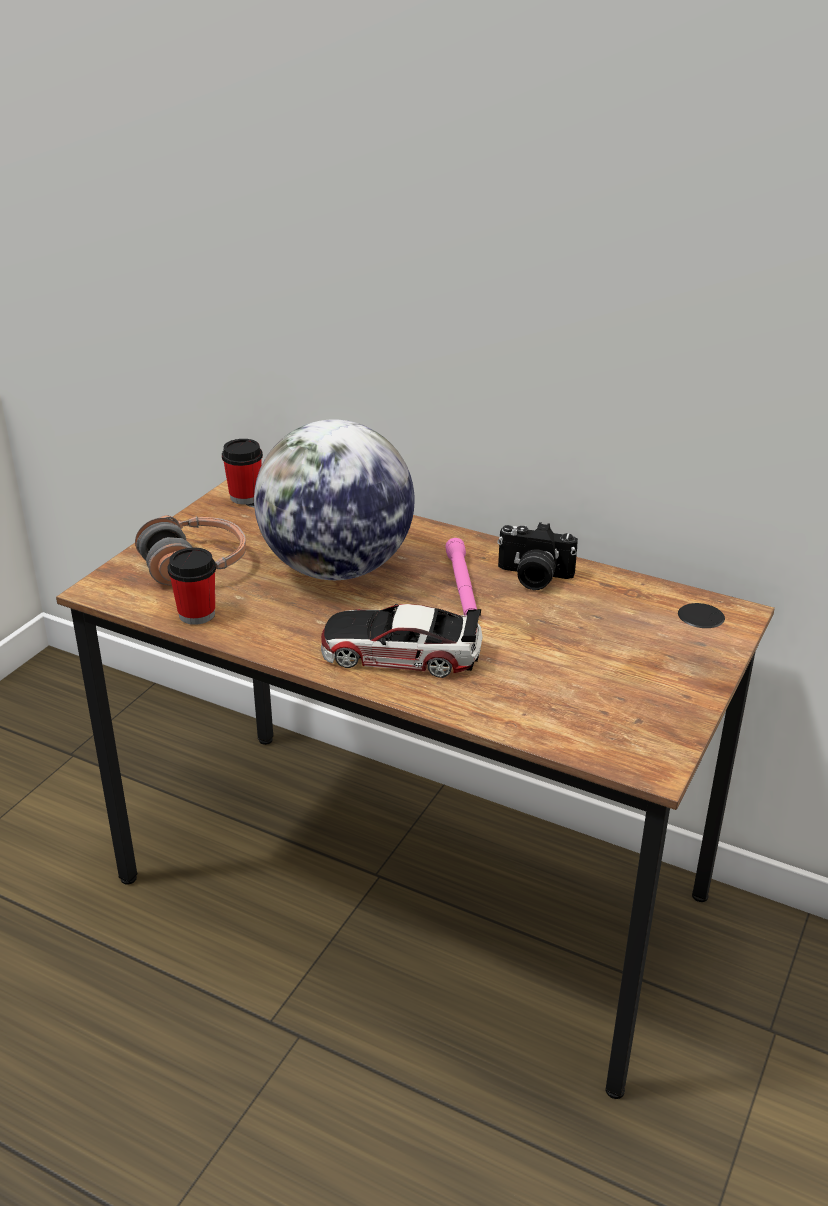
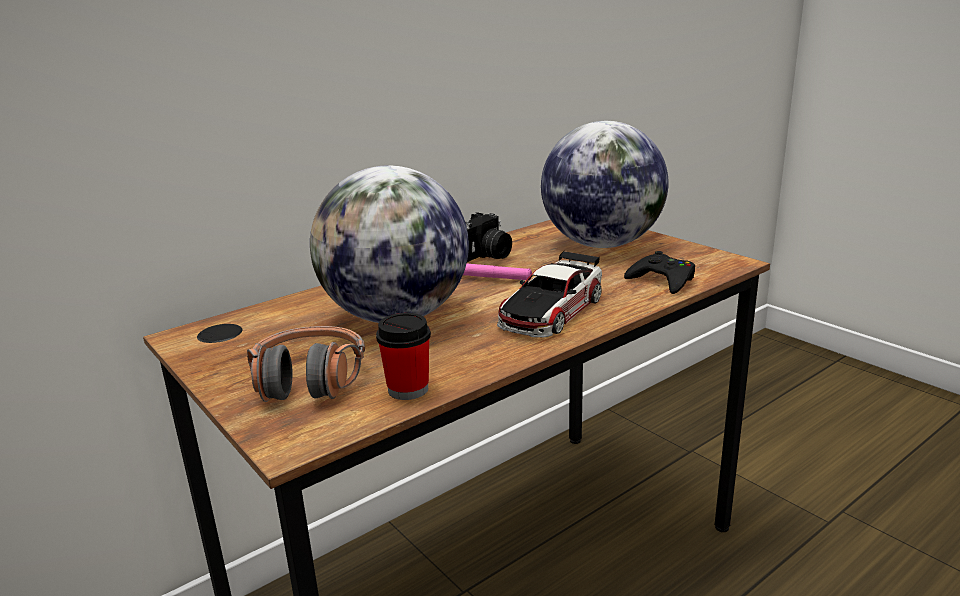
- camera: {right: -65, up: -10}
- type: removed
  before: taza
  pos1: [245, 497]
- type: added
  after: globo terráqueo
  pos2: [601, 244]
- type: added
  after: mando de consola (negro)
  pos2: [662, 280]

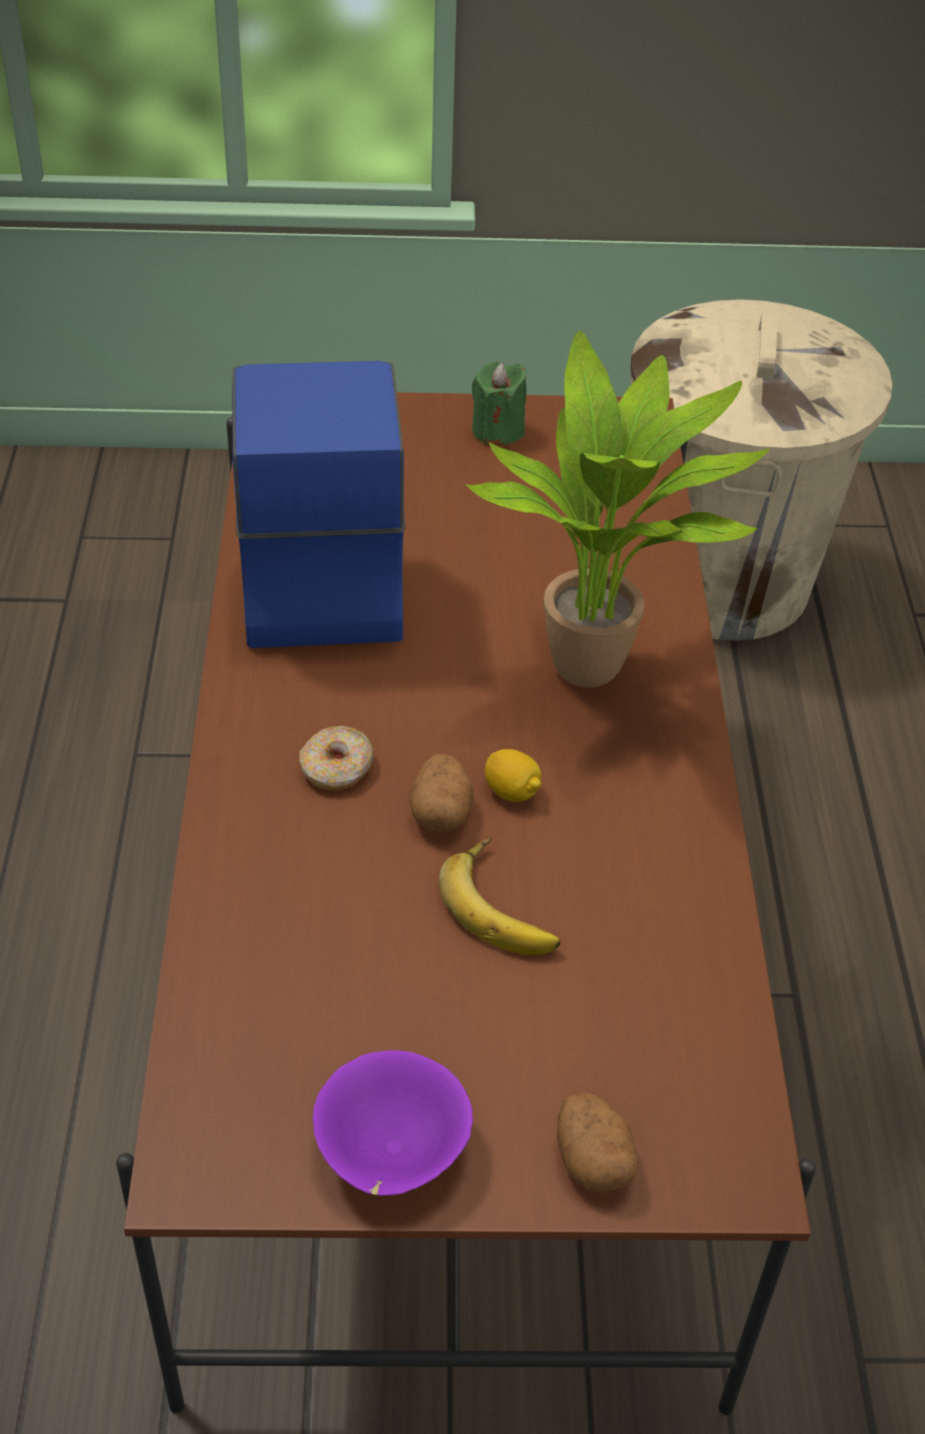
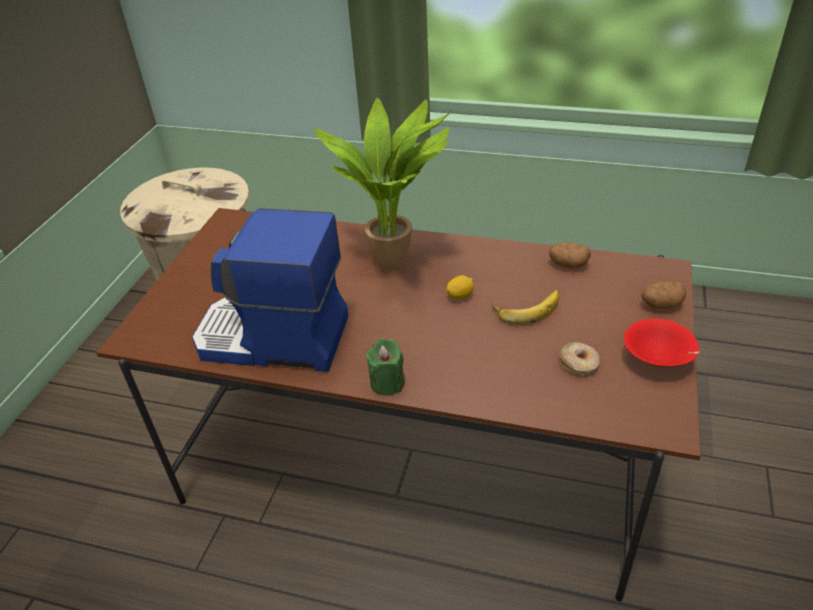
- camera: {right: -70, up: -5}
- type: moved
  before: rosquilla
  pos1: [337, 768]
  pos2: [579, 364]
- type: recoloured
  before: cuenco (morado)
  after: cuenco (rojo)
  pos1: [390, 1153]
  pos2: [657, 361]
- type: moved
  before: patata
  pos1: [441, 812]
  pos2: [568, 264]
- type: moved
  before: vela (verde)
  pos1: [498, 431]
  pos2: [387, 383]

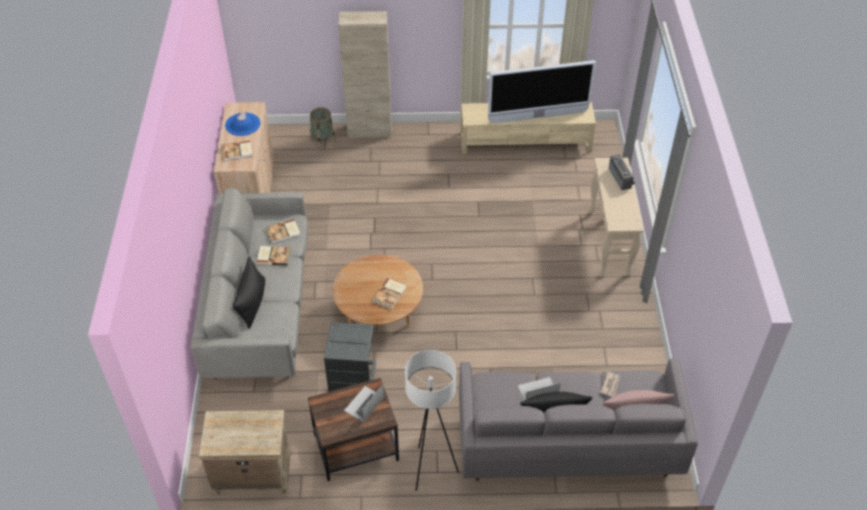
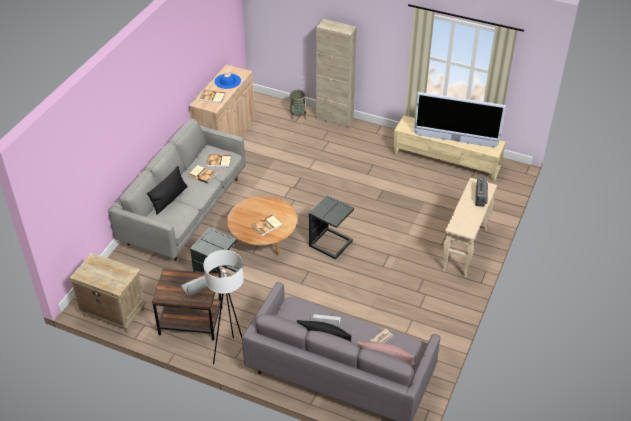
- camera: {right: 25, up: -5}
- type: added
  after: mesa auxiliar (gris)
  pos2: [331, 244]

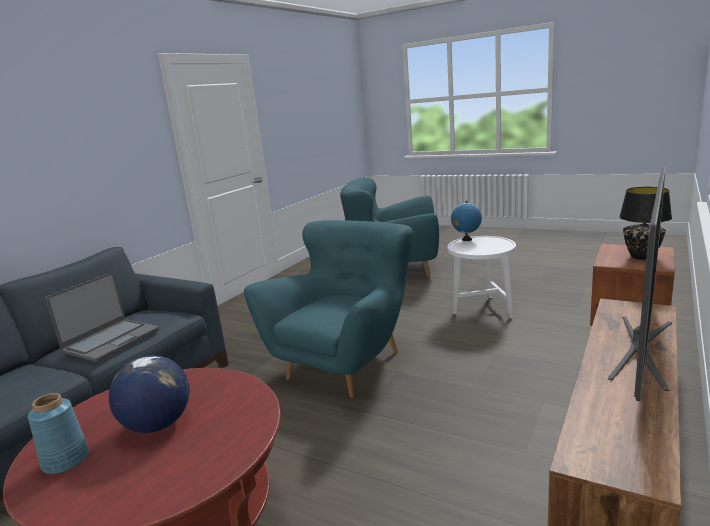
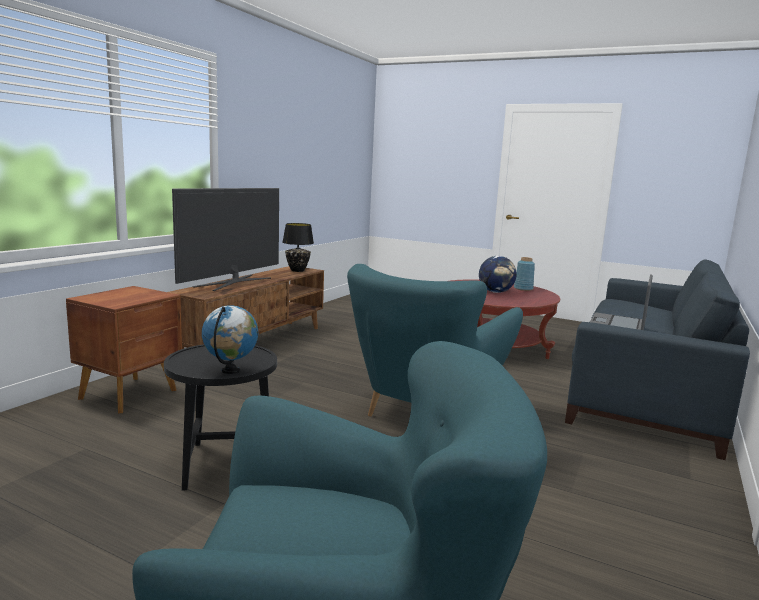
- camera: {right: 175, up: -5}
- type: recoloured
  before: mesa auxiliar (blanco)
  after: mesa auxiliar (negro)
  pos1: [482, 309]
  pos2: [223, 463]
- type: moved
  before: lámpara de mesa (negro)
  pos1: [641, 257]
  pos2: [298, 270]

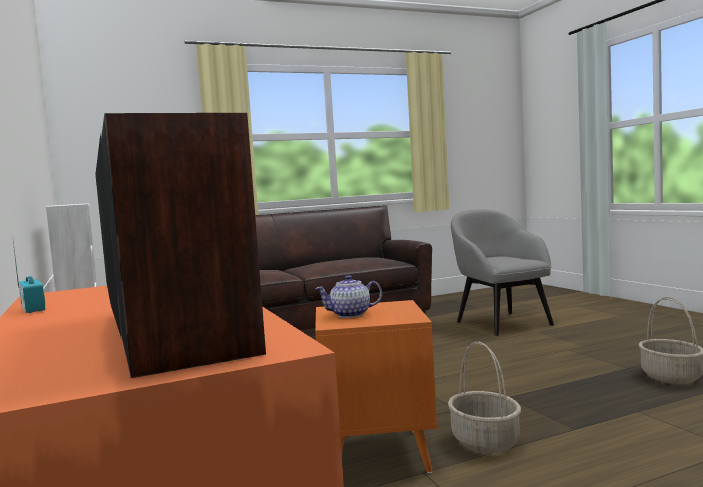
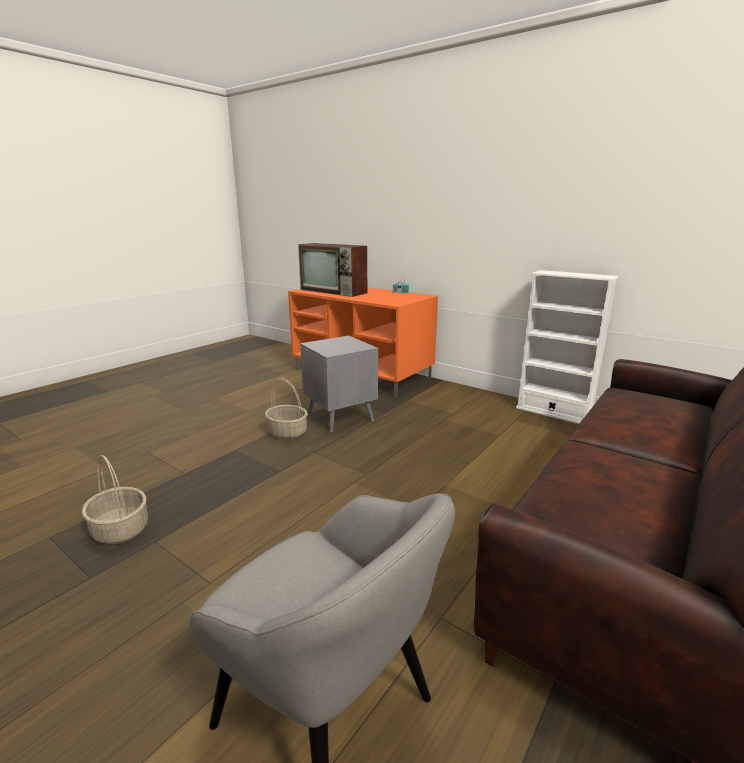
- camera: {right: 150, up: 15}
- type: removed
  before: tetera
  pos1: [351, 314]
- type: recoloured
  before: mesa auxiliar (naranja)
  after: mesa auxiliar (gris)
  pos1: [377, 454]
  pos2: [340, 417]

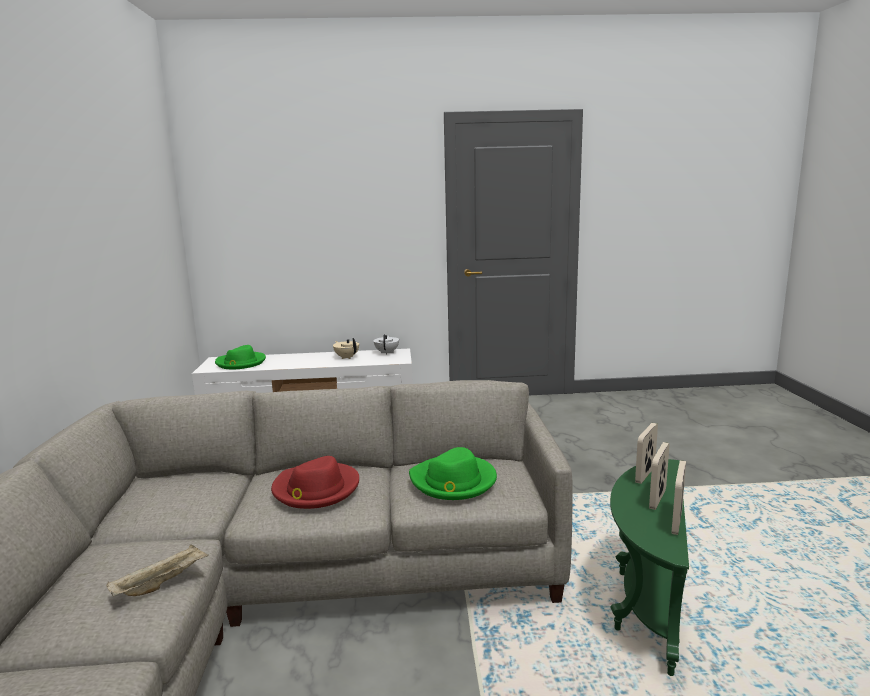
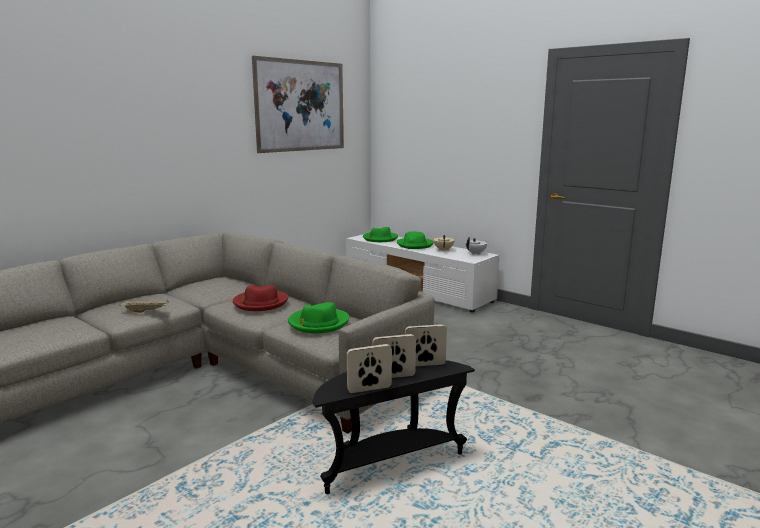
- camera: {right: 45, up: 0}
- type: recoloured
  before: mesa auxiliar (verde)
  after: mesa auxiliar (negro)
  pos1: [645, 605]
  pos2: [389, 463]
- type: added
  after: cuadro
  pos2: [301, 106]
- type: added
  after: sombrero (verde)
  pos2: [415, 245]

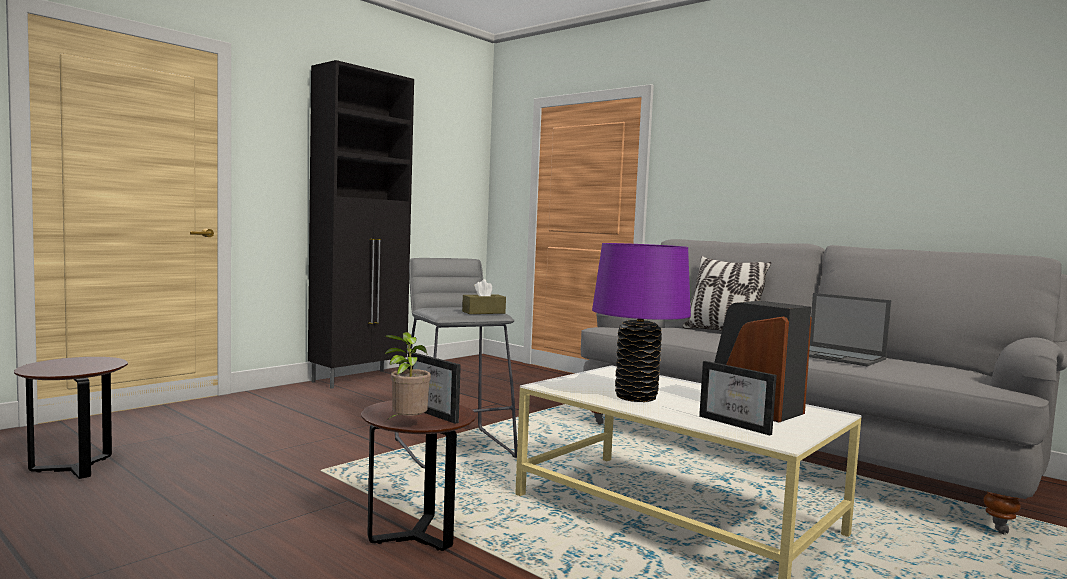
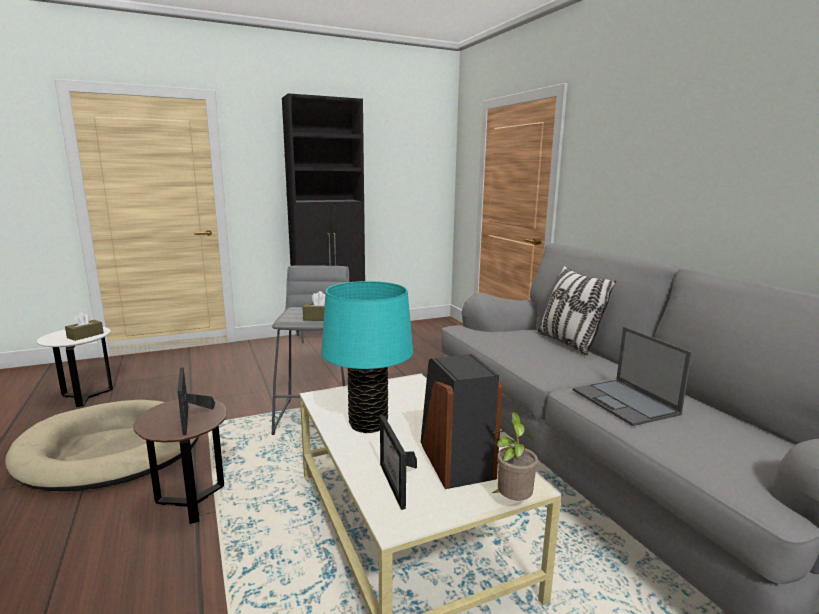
- camera: {right: 25, up: 10}
- type: recoloured
  before: mesa auxiliar (marrón)
  after: mesa auxiliar (blanco)
  pos1: [75, 469]
  pos2: [85, 397]
- type: moved
  before: planta en maceta
  pos1: [407, 424]
  pos2: [511, 501]
- type: recoloured
  before: lámpara de mesa (morado)
  after: lámpara de mesa (turquesa)
  pos1: [636, 397]
  pos2: [368, 424]
- type: added
  after: cama para perro (beis)
  pos2: [111, 450]
- type: added
  after: caja de pañuelos (marrón)
  pos2: [85, 335]

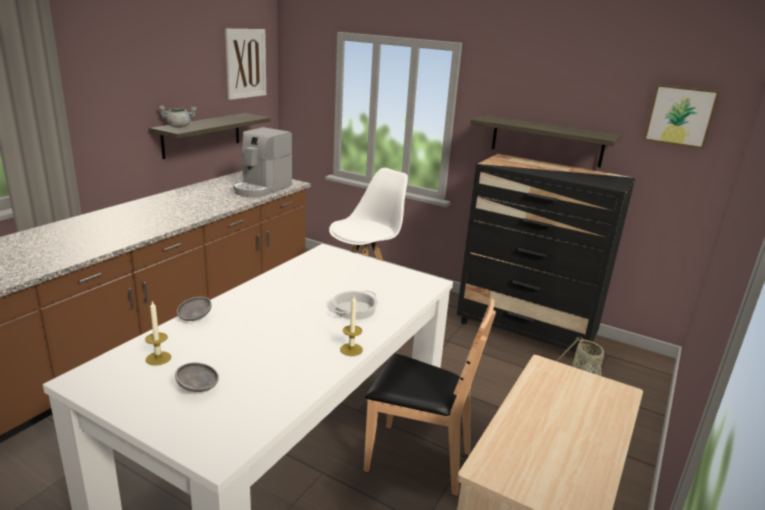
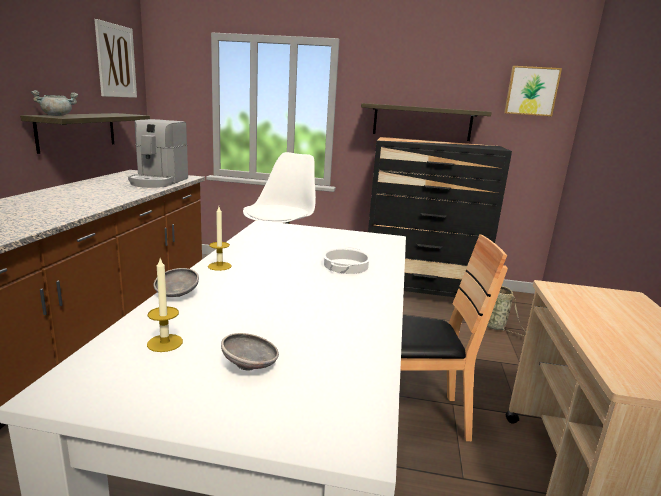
- camera: {right: -20, up: -5}
- type: moved
  before: vela
  pos1: [351, 349]
  pos2: [219, 266]

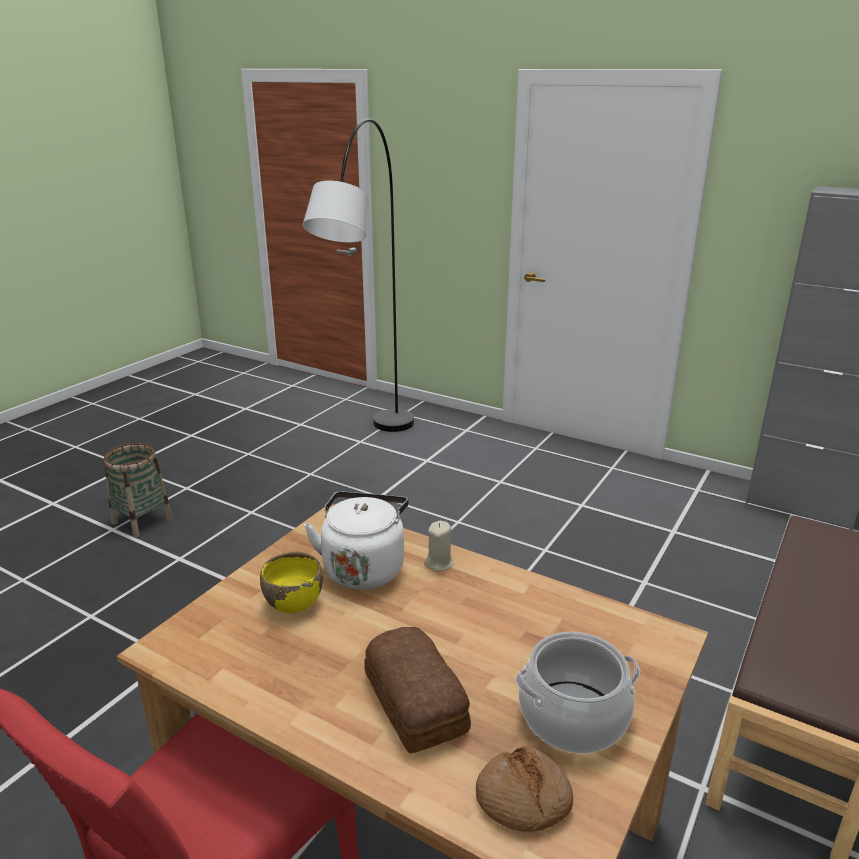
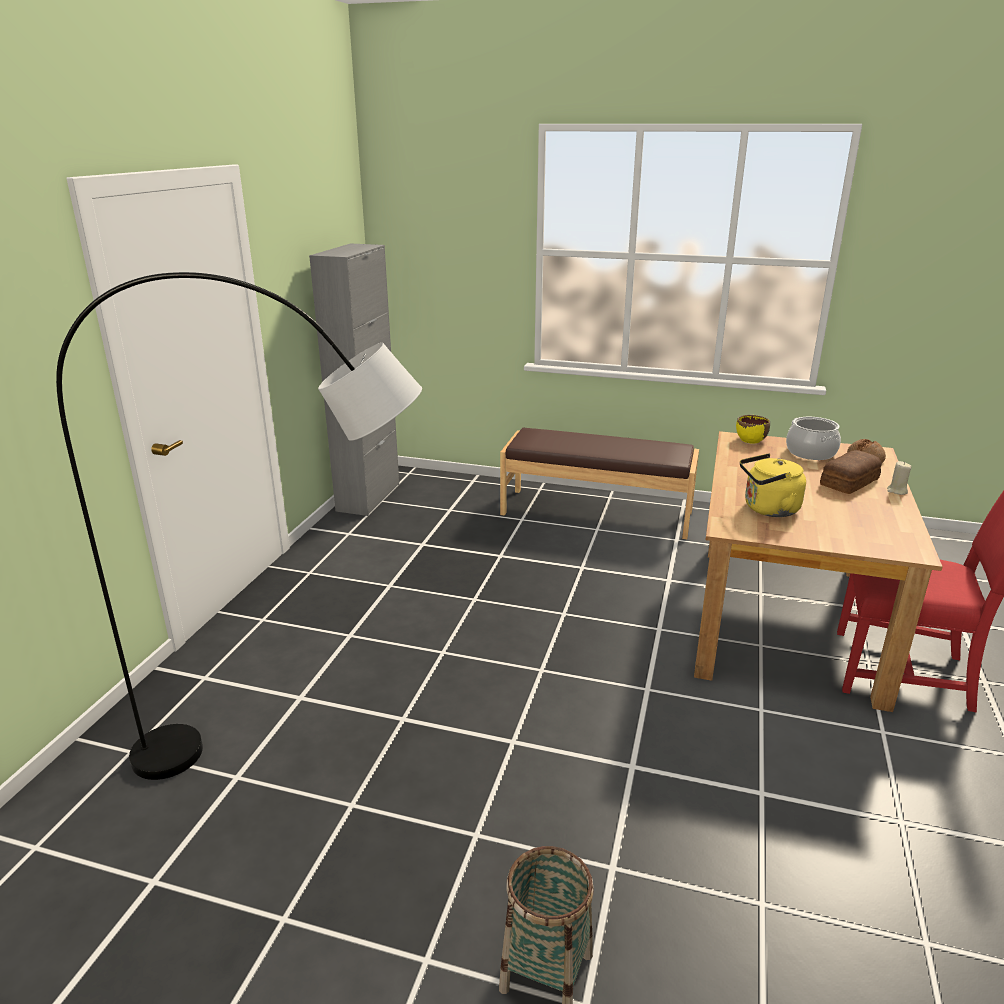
- camera: {right: -105, up: 0}
- type: moved
  before: cuenco (amarillo)
  pos1: [293, 602]
  pos2: [750, 440]
- type: recoloured
  before: hervidor (blanco)
  after: hervidor (amarillo)
  pos1: [364, 567]
  pos2: [768, 509]
- type: moved
  before: vela (beis)
  pos1: [439, 563]
  pos2: [897, 491]

